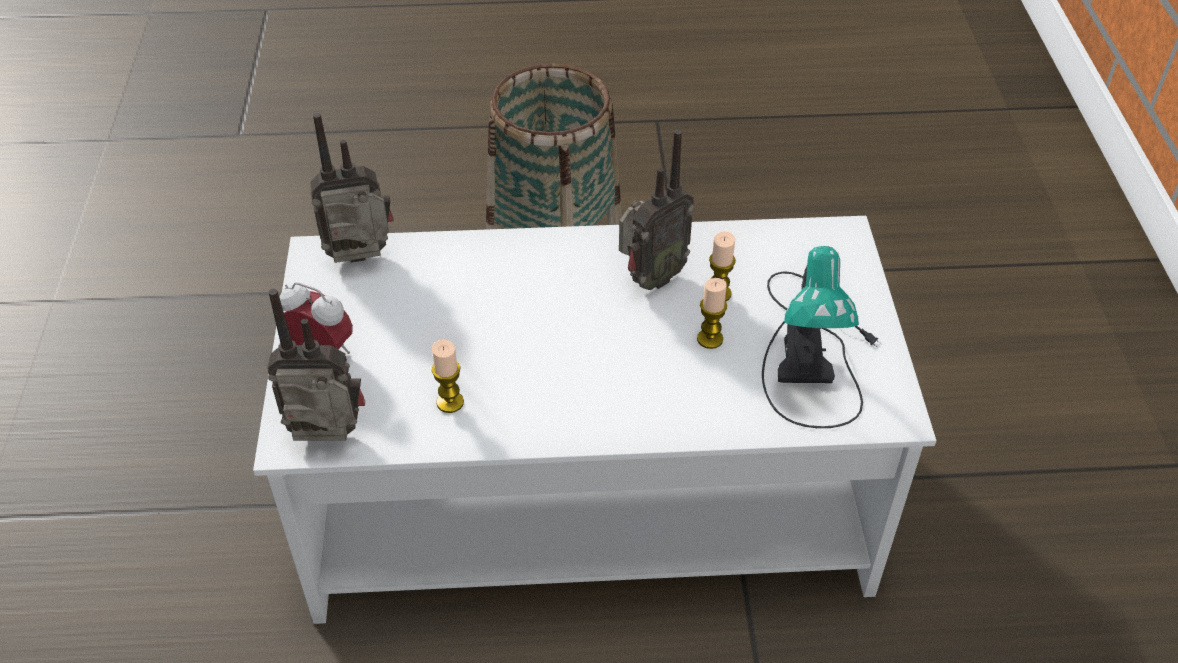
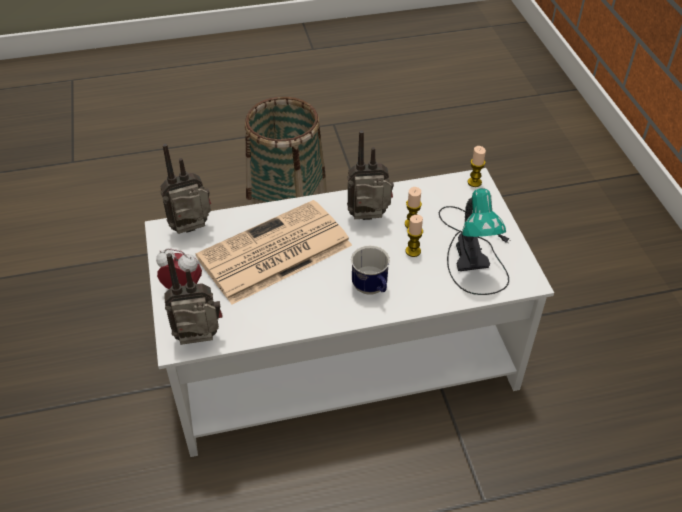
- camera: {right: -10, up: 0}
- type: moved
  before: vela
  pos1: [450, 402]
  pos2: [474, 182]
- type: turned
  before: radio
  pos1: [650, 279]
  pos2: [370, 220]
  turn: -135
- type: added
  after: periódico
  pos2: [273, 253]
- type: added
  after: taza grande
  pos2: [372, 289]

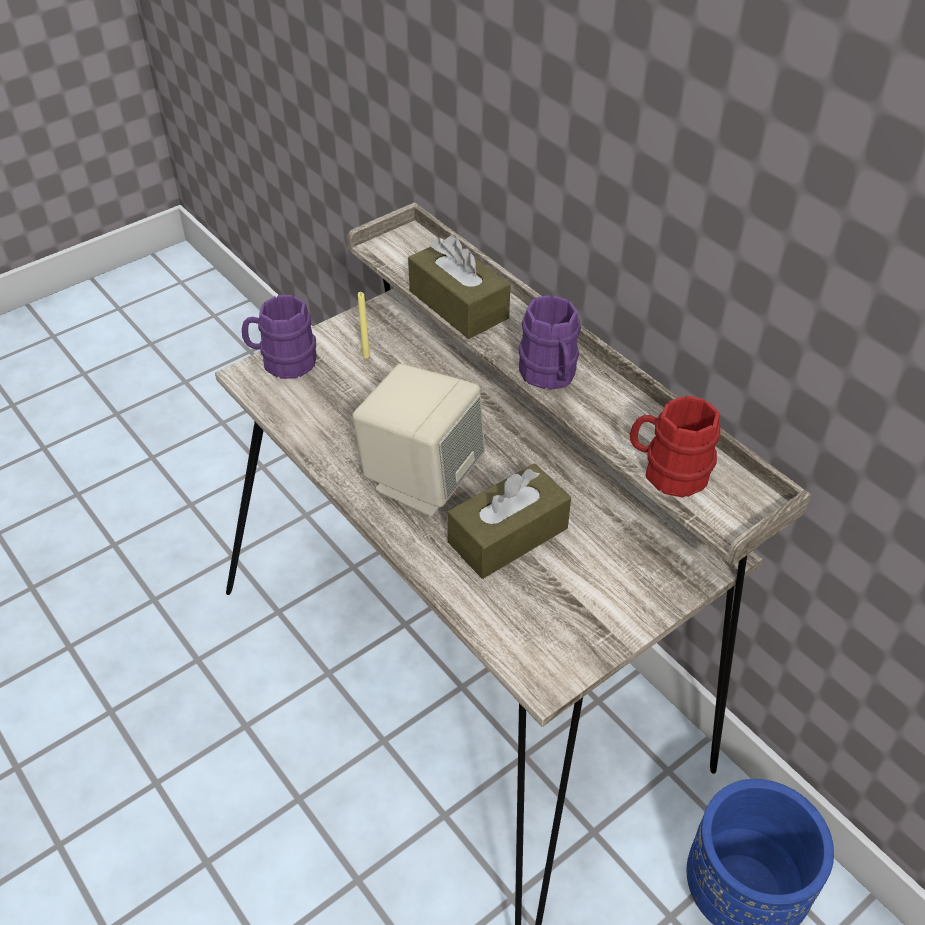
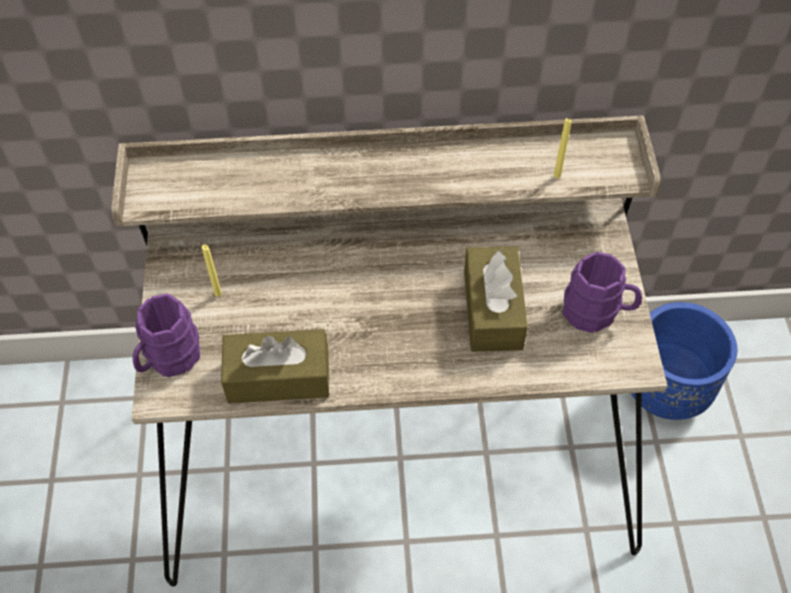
- camera: {right: -55, up: 10}
- type: removed
  before: altavoz (beis)
  pos1: [422, 479]
- type: moved
  before: caja de pañuelos (marrón)
  pos1: [458, 304]
  pos2: [278, 377]
- type: moved
  before: taza grande (morado)
  pos1: [550, 376]
  pos2: [597, 313]
- type: replaced
  before: taza grande (rojo)
  after: vela (amarillo)
  pos1: [668, 472]
  pos2: [557, 175]

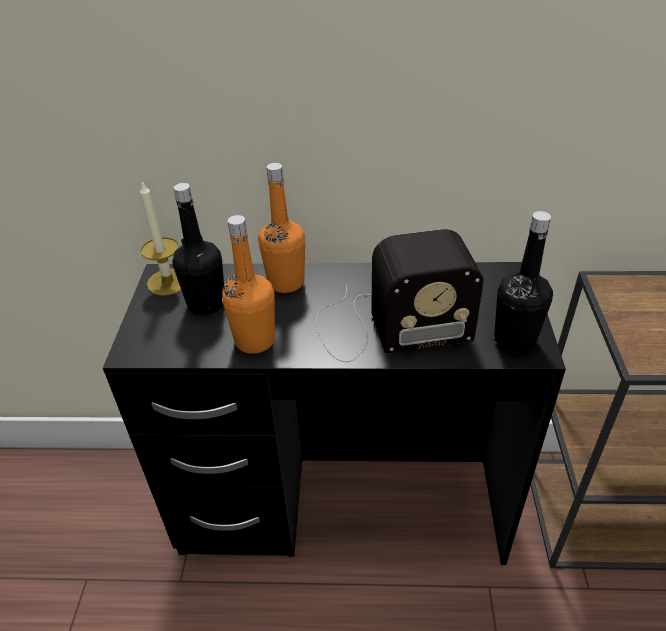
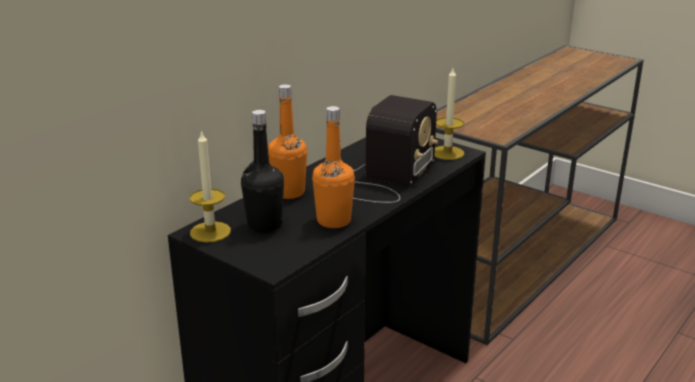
- camera: {right: -55, up: -15}
- type: replaced
  before: botella (negro)
  after: vela
  pos1: [514, 339]
  pos2: [447, 153]

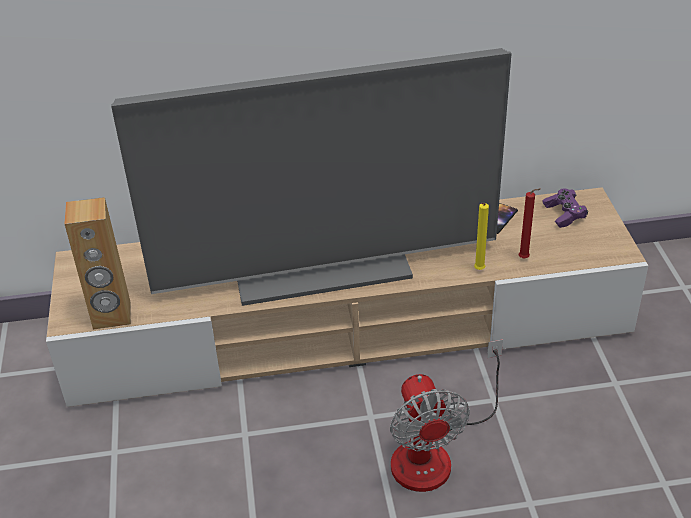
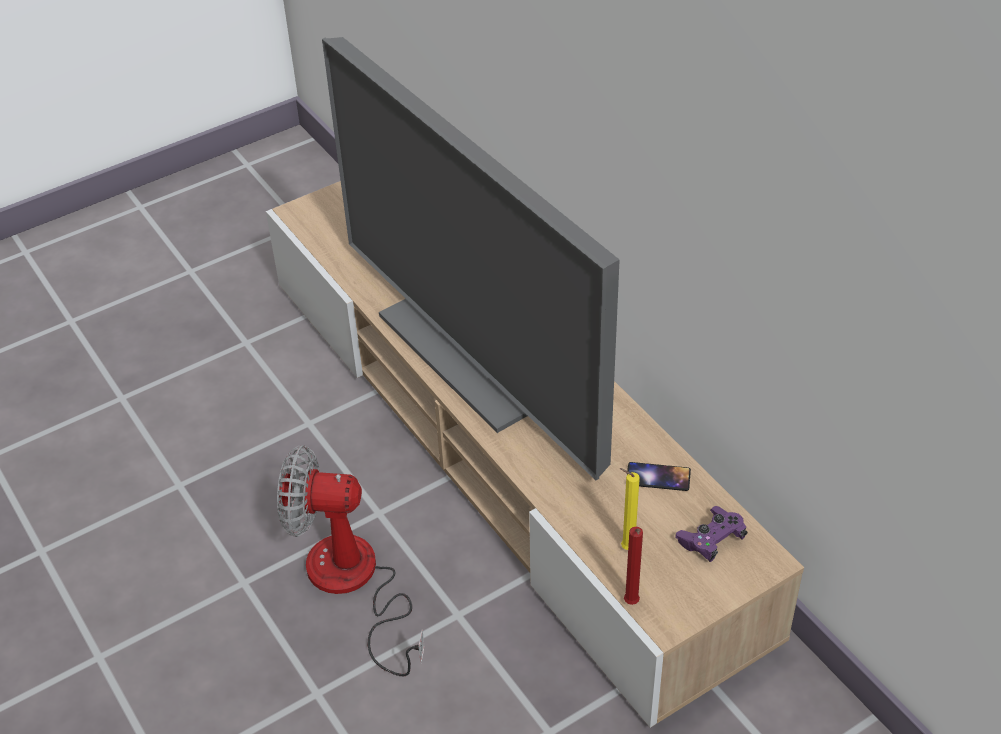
- camera: {right: 65, up: 5}
- type: removed
  before: altavoz (marrón)
  pos1: [112, 316]
- type: turned
  before: ventilador
  pos1: [434, 451]
  pos2: [353, 584]
  turn: 45
- type: moved
  before: vela (amarillo)
  pos1: [478, 270]
  pos2: [625, 548]
- type: moved
  before: vela (rojo)
  pos1: [525, 259]
  pos2: [631, 604]

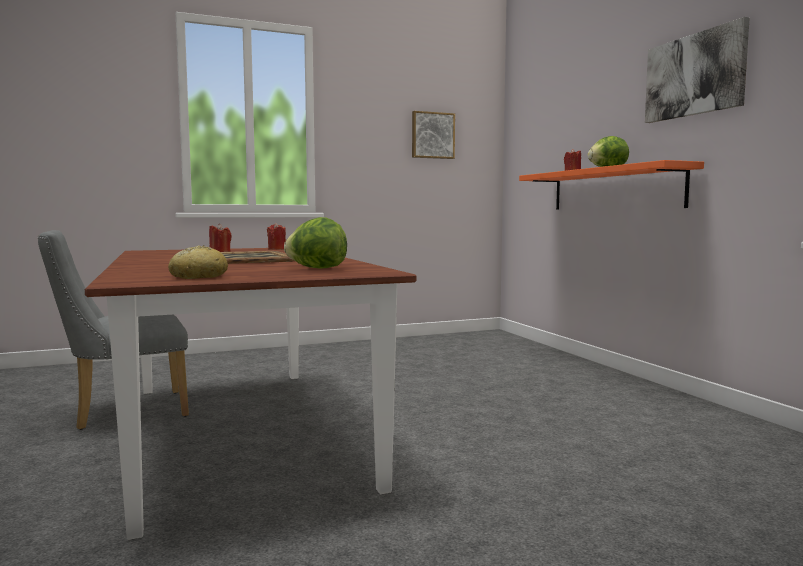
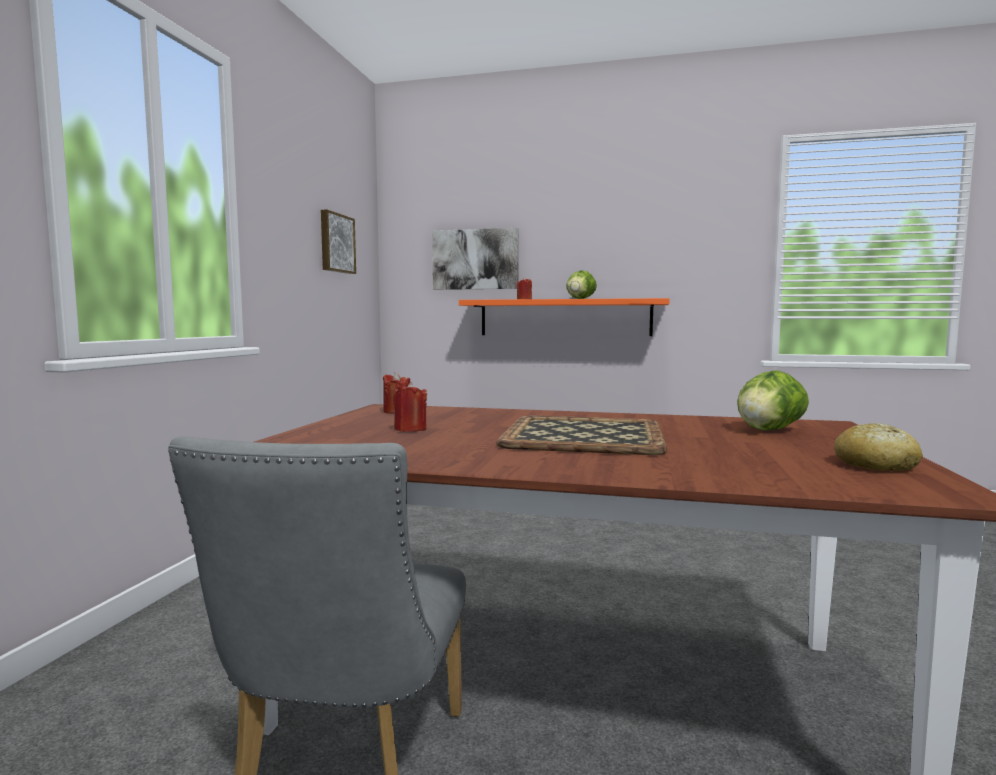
- camera: {right: -55, up: 0}
- type: moved
  before: cuadro
  pos1: [694, 75]
  pos2: [475, 259]

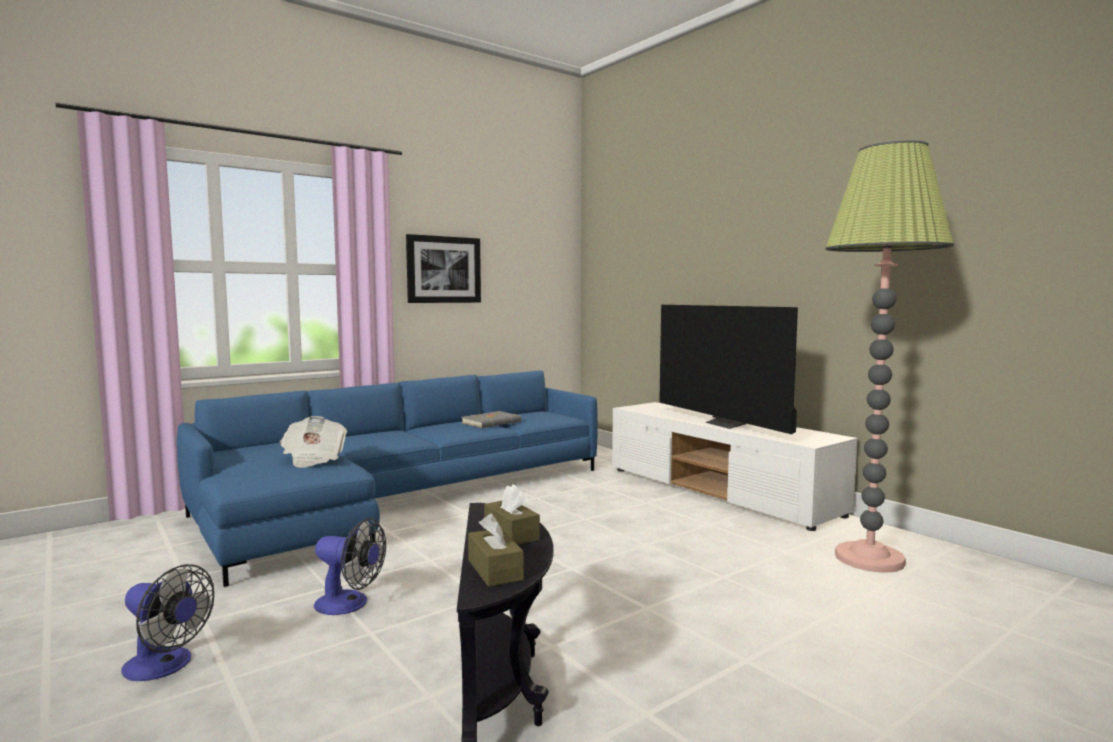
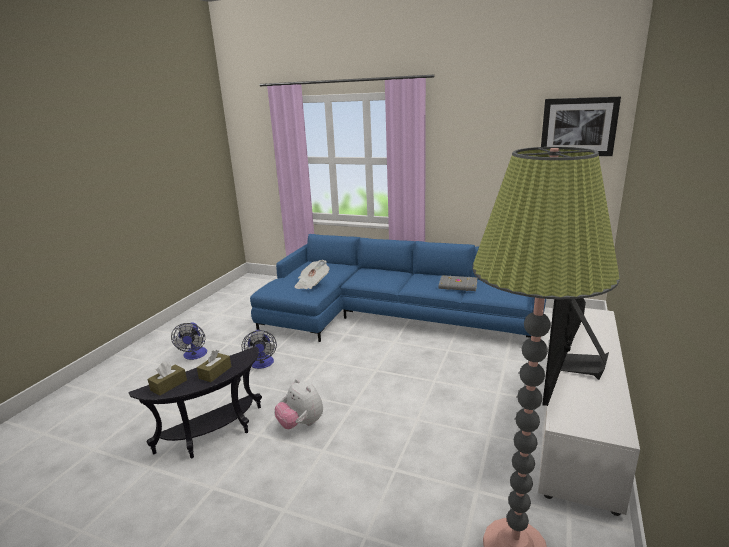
- camera: {right: 60, up: 15}
- type: moved
  before: cuadro
  pos1: [443, 269]
  pos2: [578, 127]
- type: added
  after: peluche
  pos2: [301, 424]

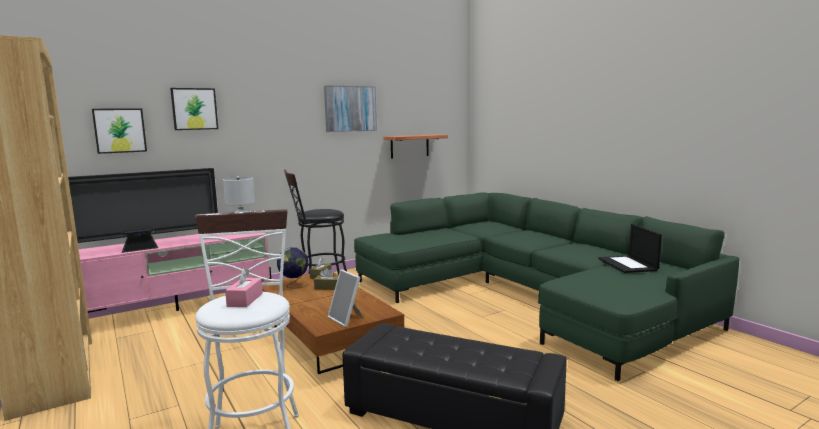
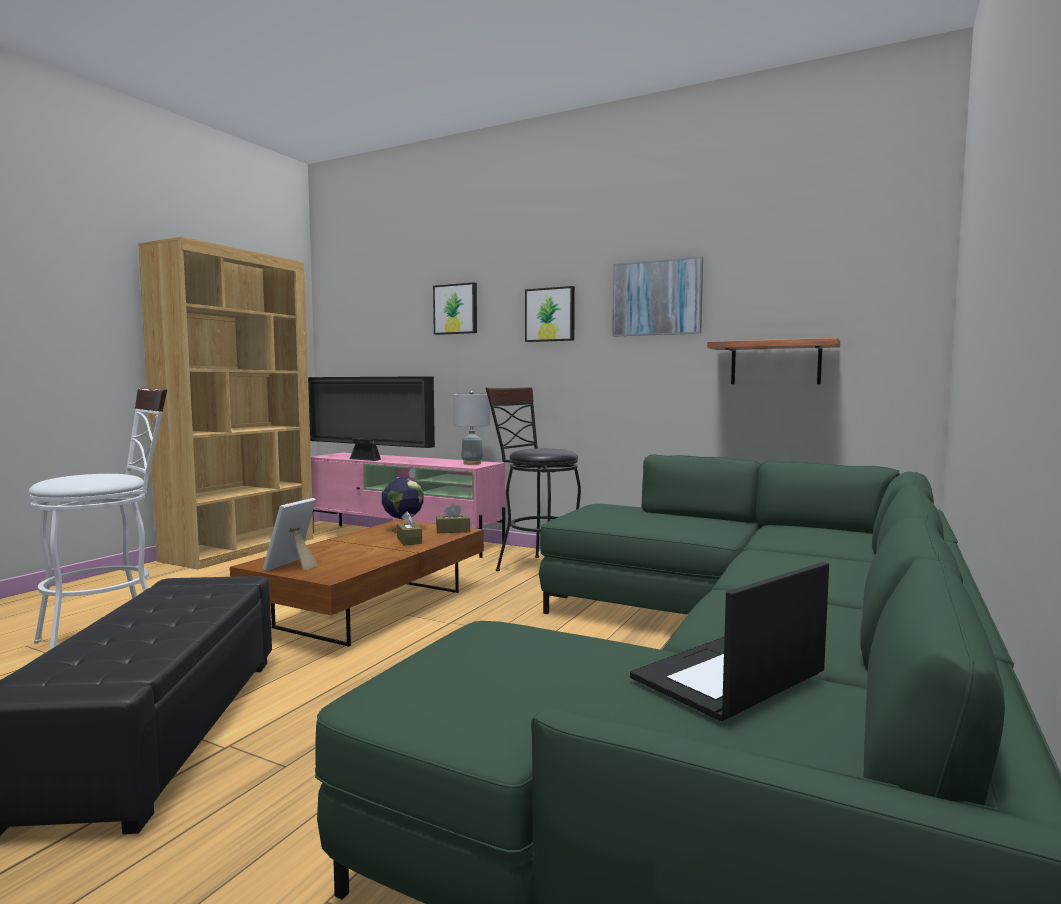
- camera: {right: 60, up: -5}
- type: moved
  before: cuadro
  pos1: [120, 130]
  pos2: [550, 315]
- type: removed
  before: caja de pañuelos (rosa)
  pos1: [245, 300]

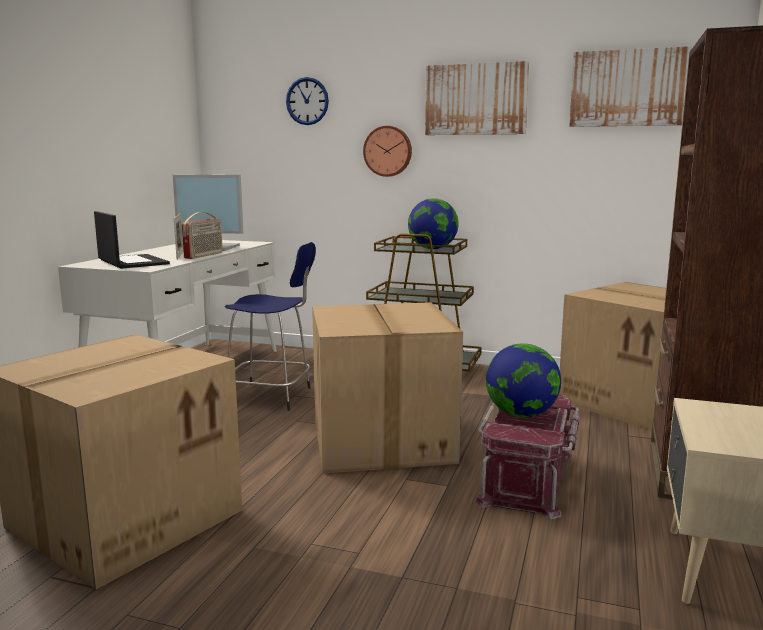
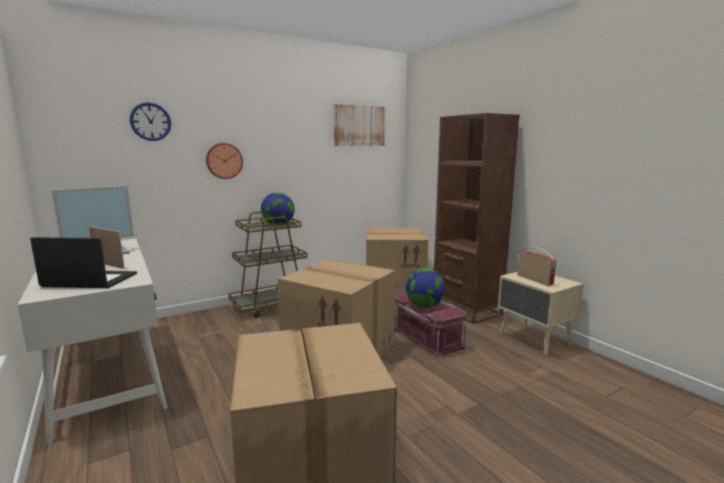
- camera: {right: -50, up: 0}
- type: moved
  before: radio
  pos1: [204, 255]
  pos2: [535, 280]
- type: removed
  before: taburete (azul)
  pos1: [272, 397]
- type: removed
  before: cuadro
  pos1: [476, 99]

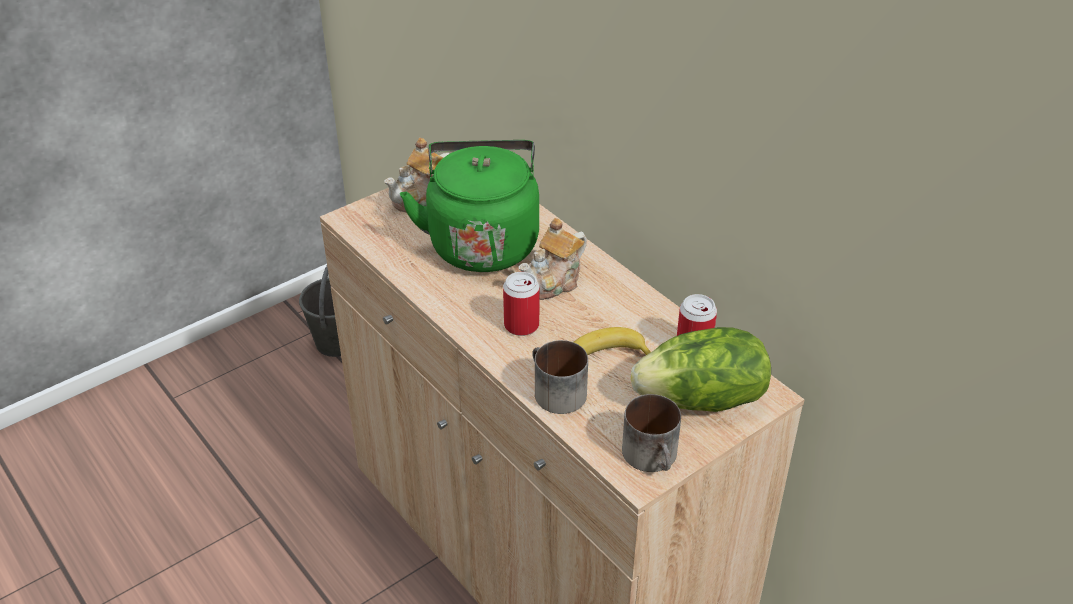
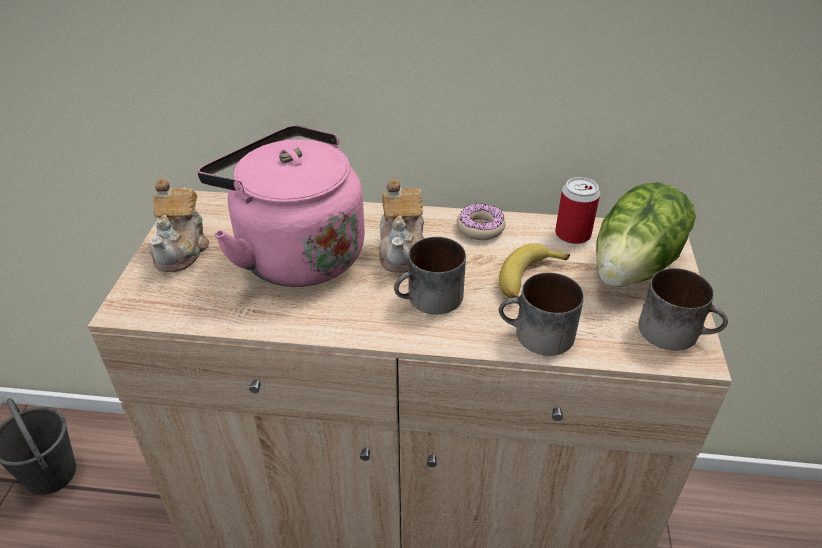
- camera: {right: -45, up: 0}
- type: recoloured
  before: hervidor (verde)
  after: hervidor (rosa)
  pos1: [482, 242]
  pos2: [295, 253]
- type: replaced
  before: lata
  after: taza grande
  pos1: [521, 325]
  pos2: [430, 300]
- type: added
  after: rosquilla
  pos2: [480, 228]

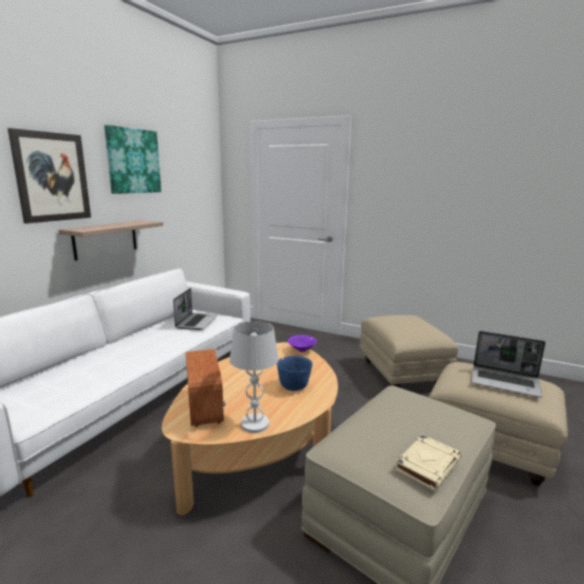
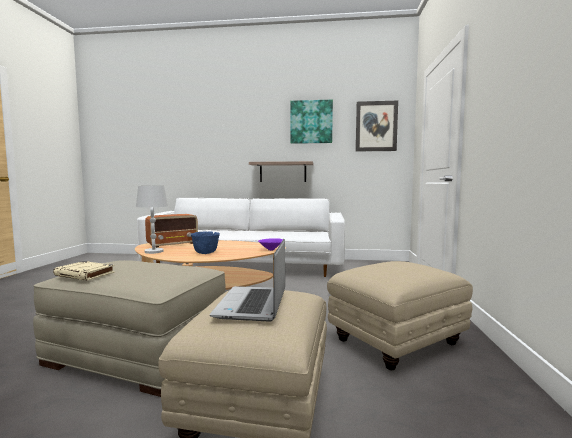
- camera: {right: 70, up: -10}
- type: moved
  before: cuadro
  pos1: [52, 177]
  pos2: [376, 126]
- type: removed
  before: portátil
  pos1: [196, 322]

